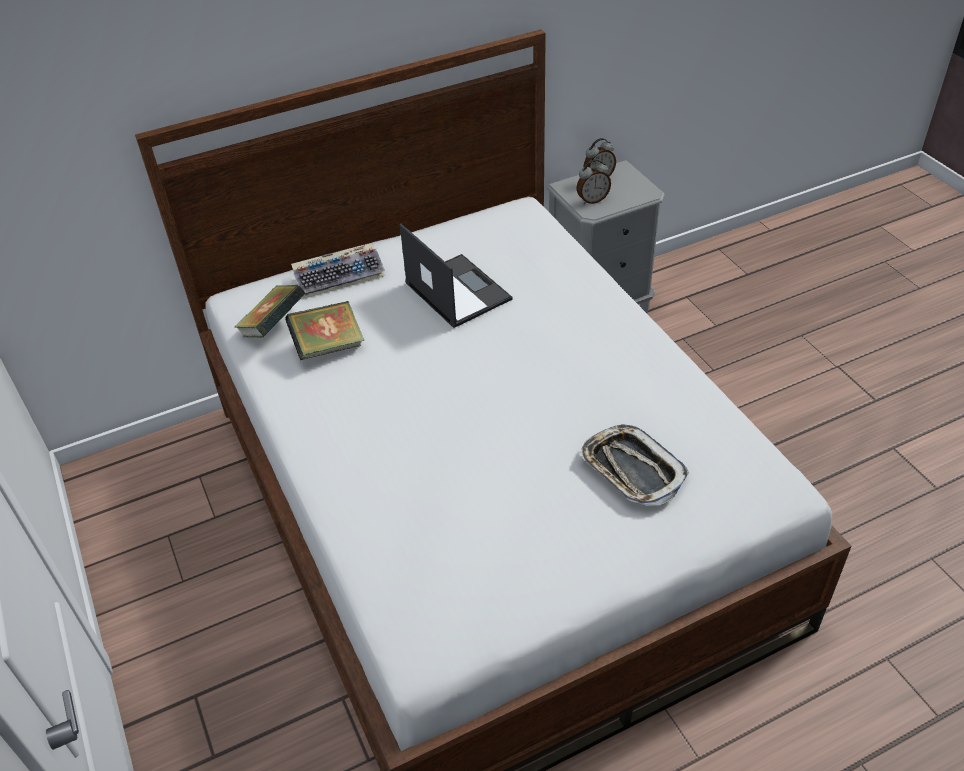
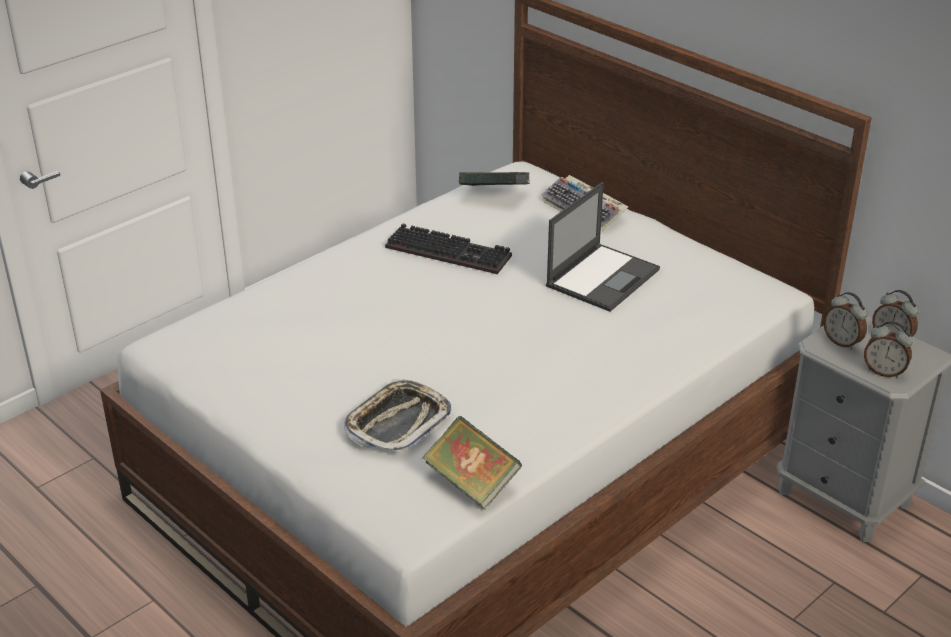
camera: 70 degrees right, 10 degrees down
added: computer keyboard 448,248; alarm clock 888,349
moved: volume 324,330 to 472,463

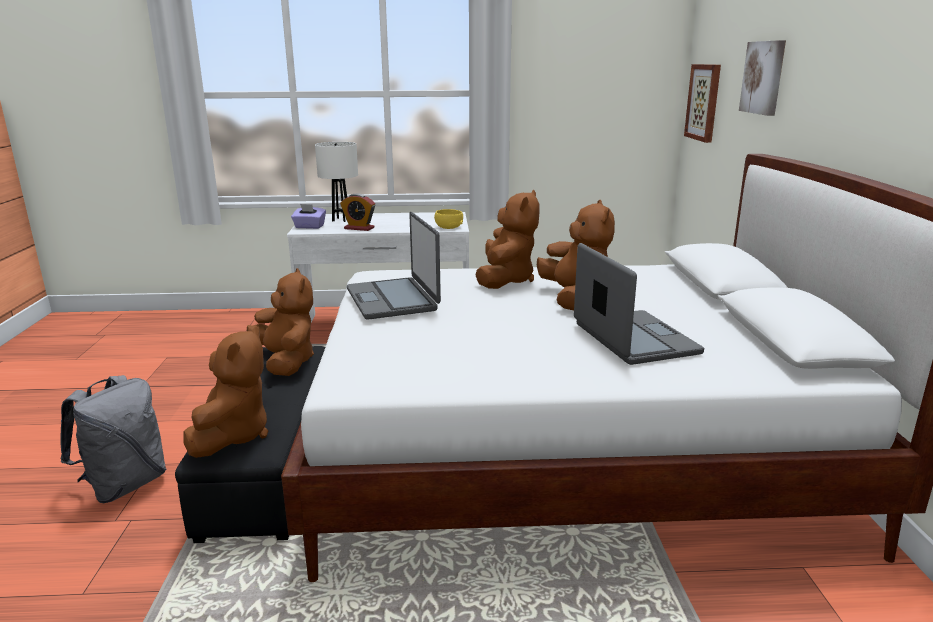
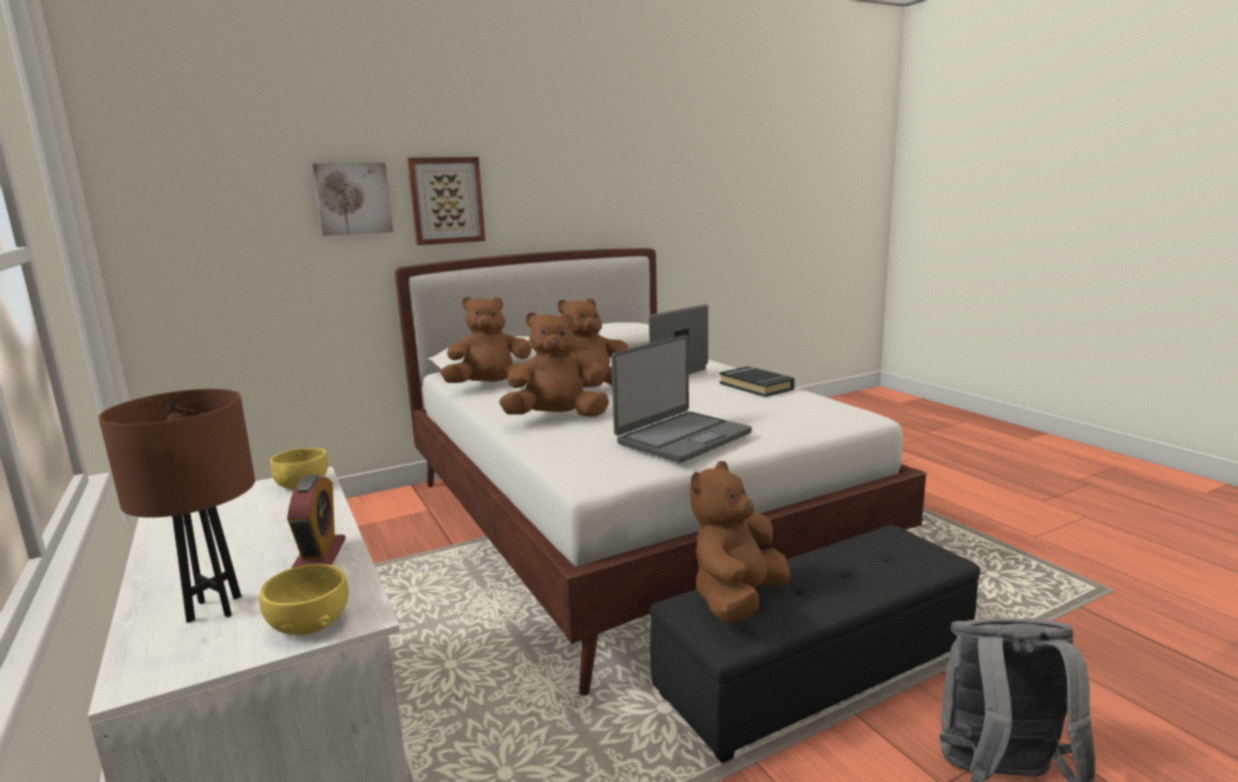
camera: 115 degrees left, 5 degrees down
added: volume/blackish 757,381
moved: soft toy/brown-coloured 225,392 to 486,340; wall art 702,103 to 446,201
replaced: box of tissues/purple-coloured 308,216 to bowl/yellow-coloured 304,599
recoloured: lamp for a table/white 336,182 to lamp for a table/brown-coloured 176,506

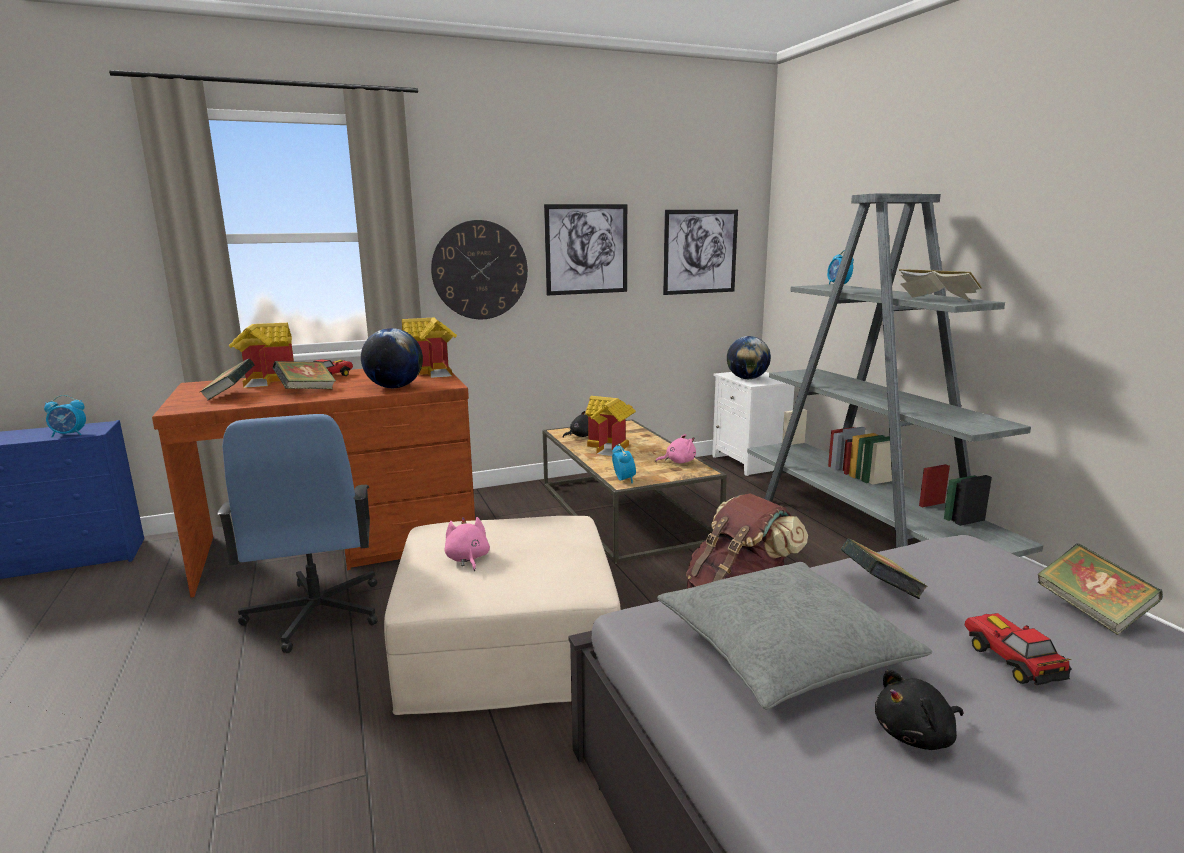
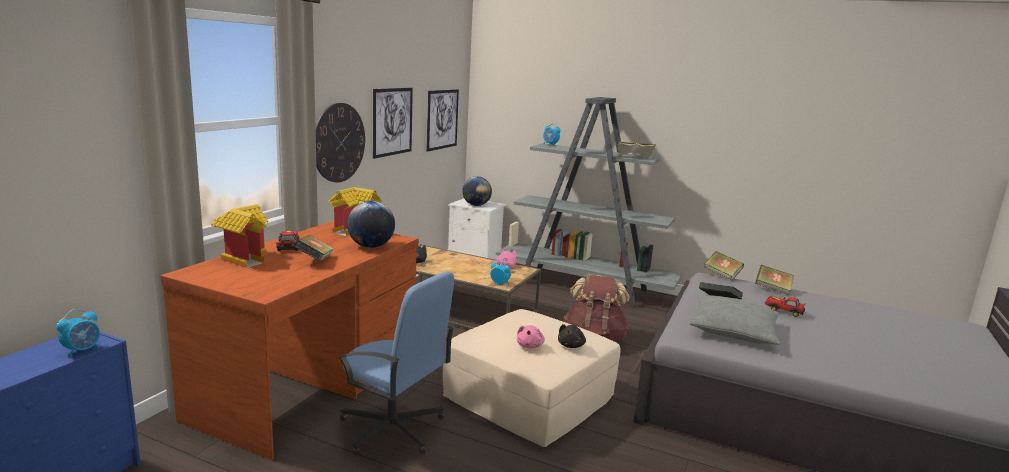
camera: 45 degrees left, 0 degrees up
removed: model house 610,426
moved: volume 227,380 to 724,266; soft toy/blackish 919,710 to 572,336
turned: soft toy/pinkish 467,544 = 531,336 105 degrees counterclockwise

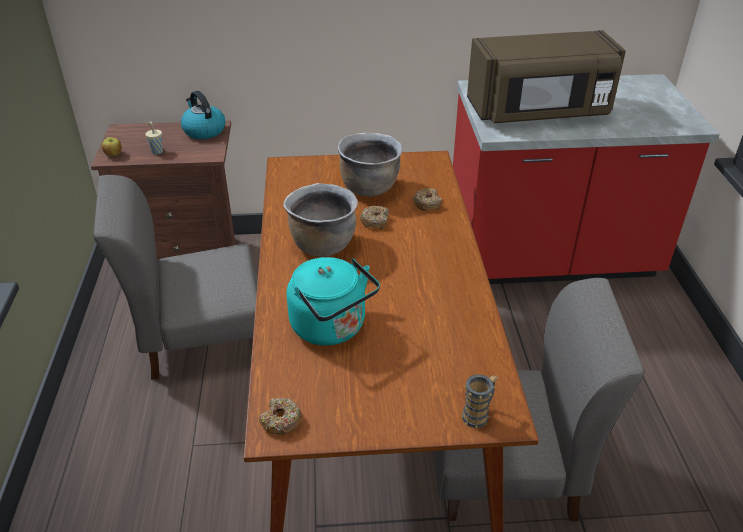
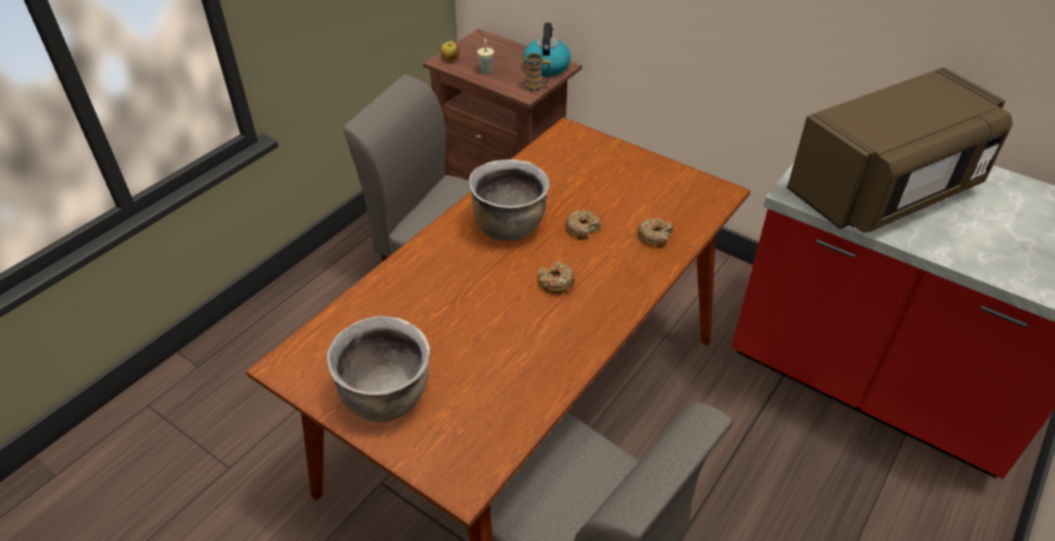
camera: 40 degrees right, 5 degrees up
removed: tea kettle/turquoise 333,301
moved: doughnut 280,416 to 556,278; cooking pot/brown-coloured 370,165 to 378,369; tea mug 479,401 to 537,72
turned: microwave oven/brown-coloured 546,76 = 900,150 60 degrees counterclockwise

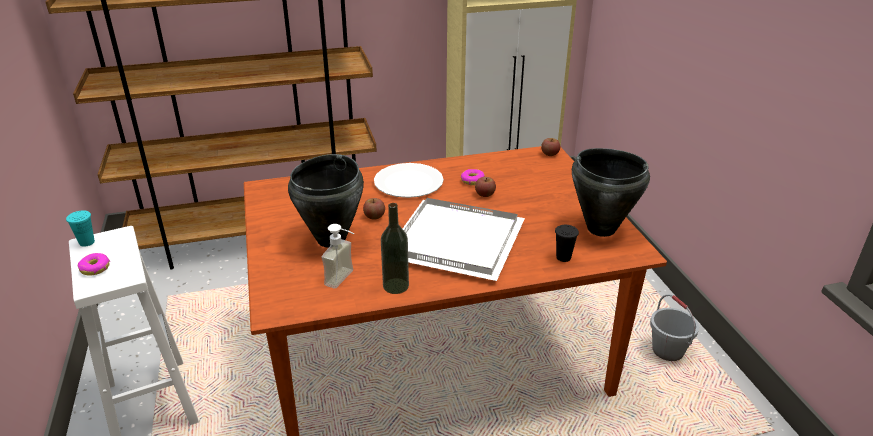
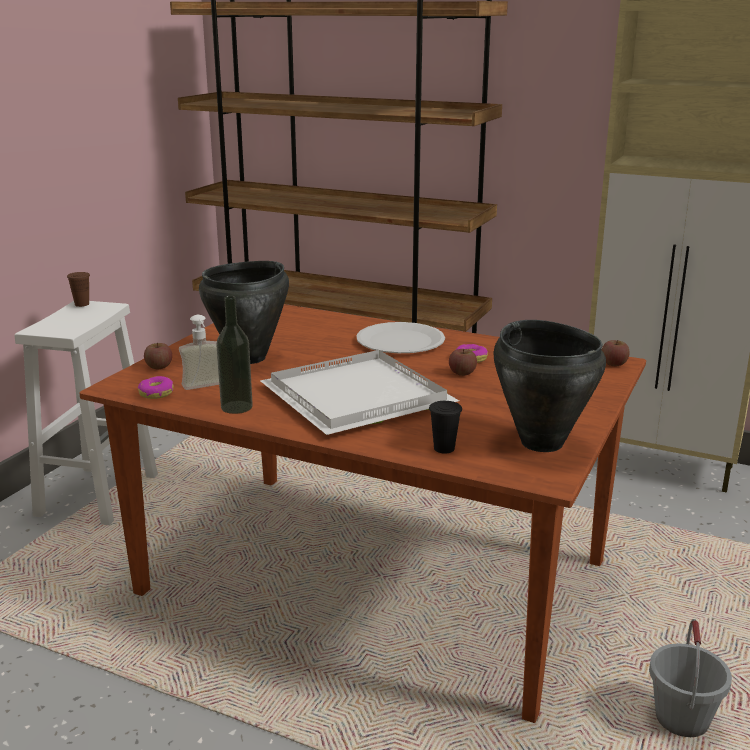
camera: 40 degrees right, 10 degrees down
moved: doughnut 94,264 to 155,387; apple fruit 374,209 to 158,356
recoloured: drinking cup/turquoise 80,228 to drinking cup/brown-coloured 78,289

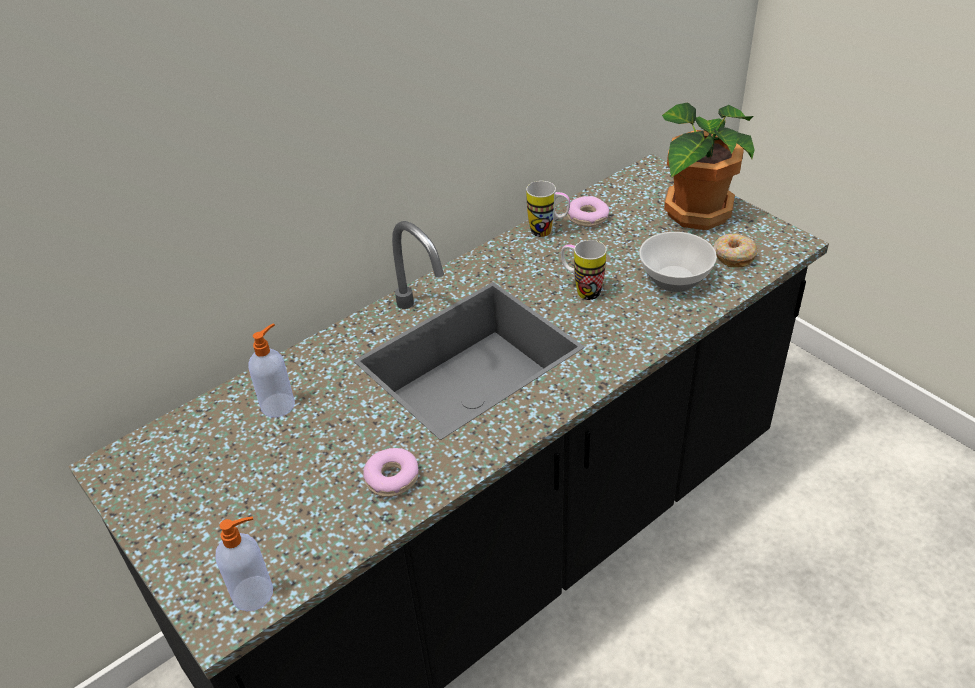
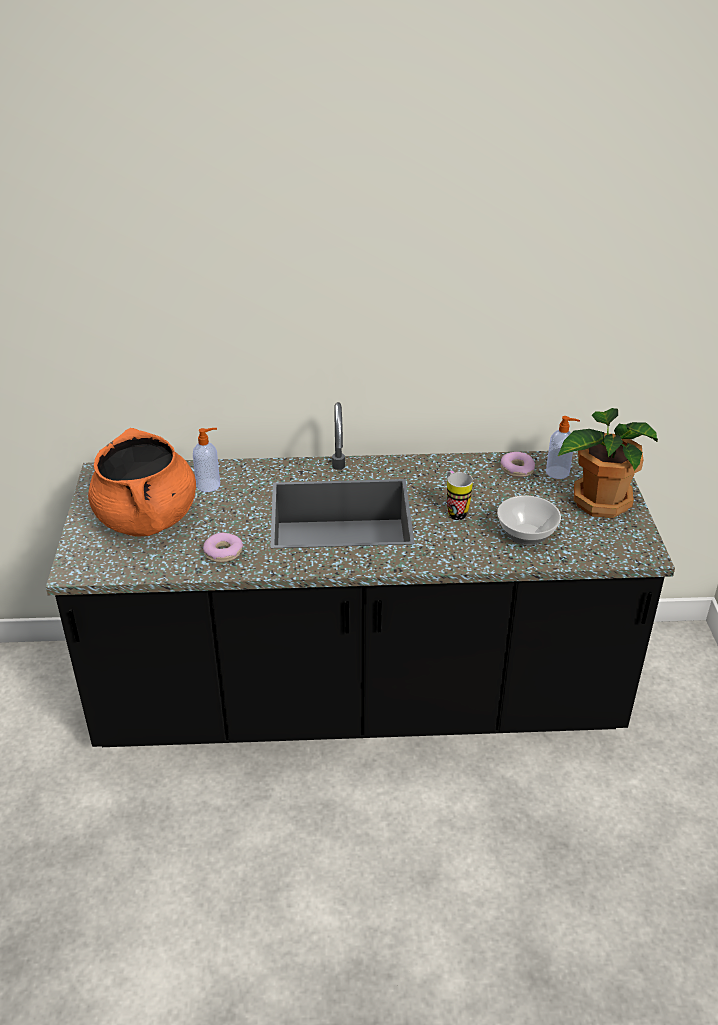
camera: 35 degrees right, 5 degrees down
removed: tea mug 548,209; doughnut 735,251
added: cooking pot/orangey 142,482
moved: soap bottle 244,564 to 563,447

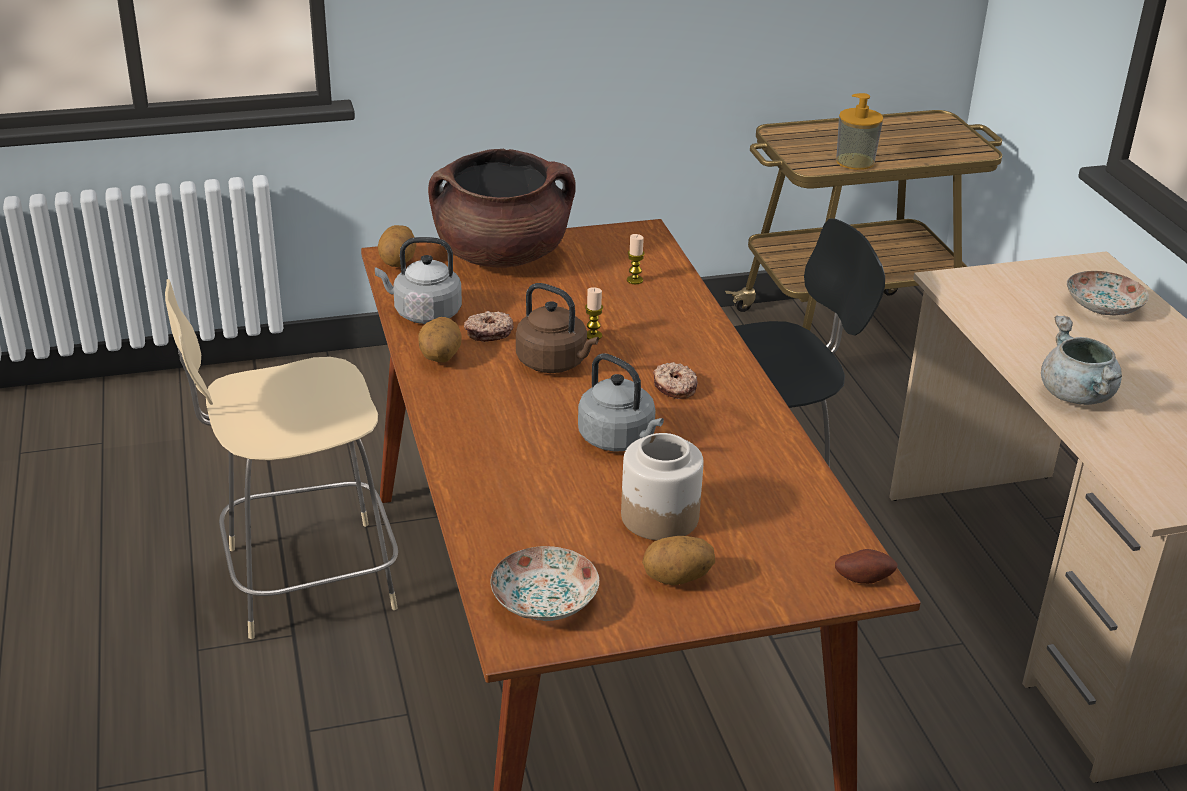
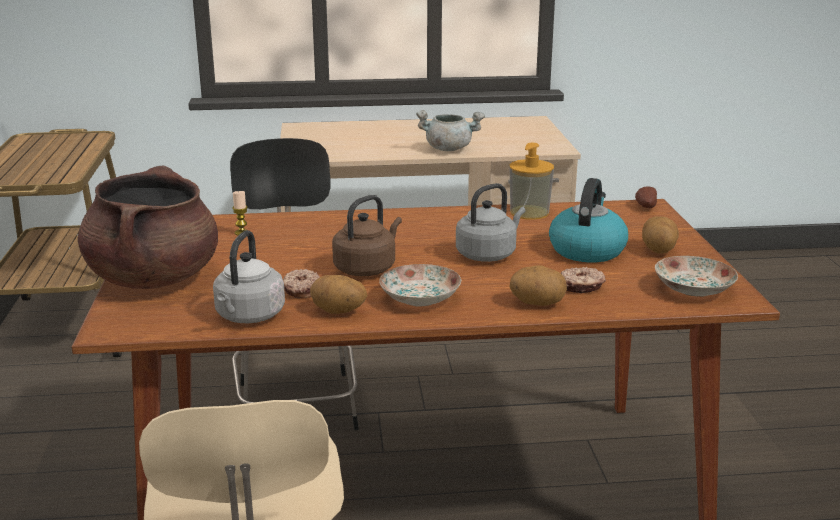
camera: 80 degrees left, 10 degrees down
removed: wax candle 594,313
moved: whole potato 397,246 to 538,285; doughnut 675,380 to 583,280; soap bottle 859,131 to 531,181; dinner plate 1108,293 to 420,285
replaced: storage jar 662,486 to tea kettle 588,220

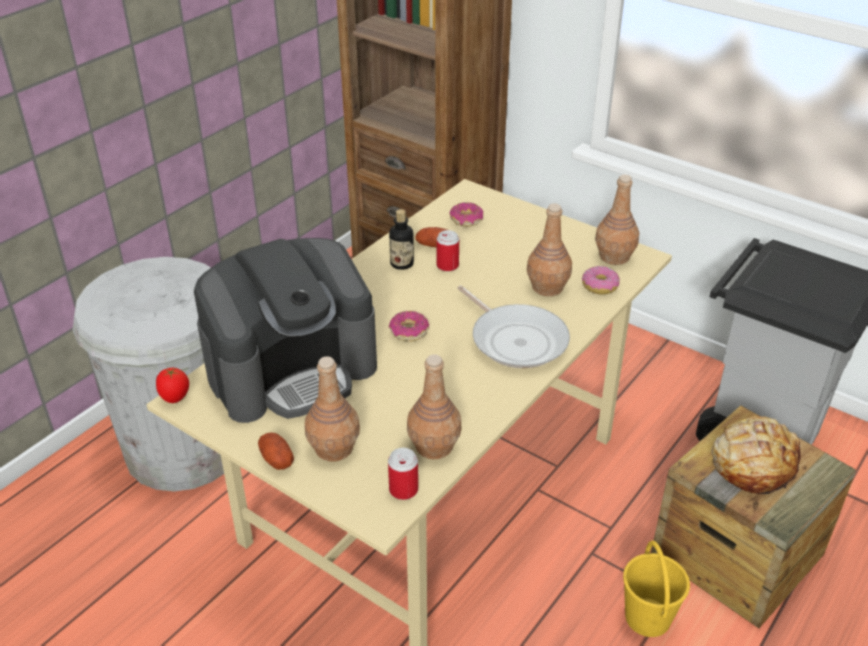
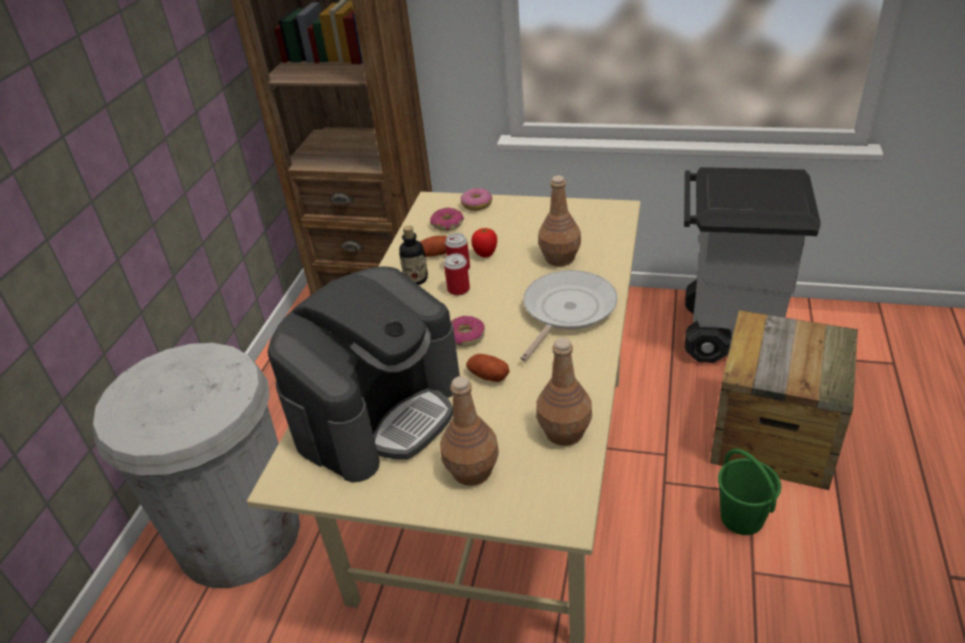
camera: 20 degrees left, 0 degrees up
removed: beverage bottle/brown-coloured 617,220; bakery bread 756,455
moved: whole tomato 172,385 to 484,242; whole potato 276,451 to 488,368; can 403,474 to 457,274; doughnut 601,280 to 476,199
recoloured: pail/yellow-coloured 656,588 to pail/greenish 749,492
turned: pan 513,326 = 569,315 90 degrees counterclockwise

